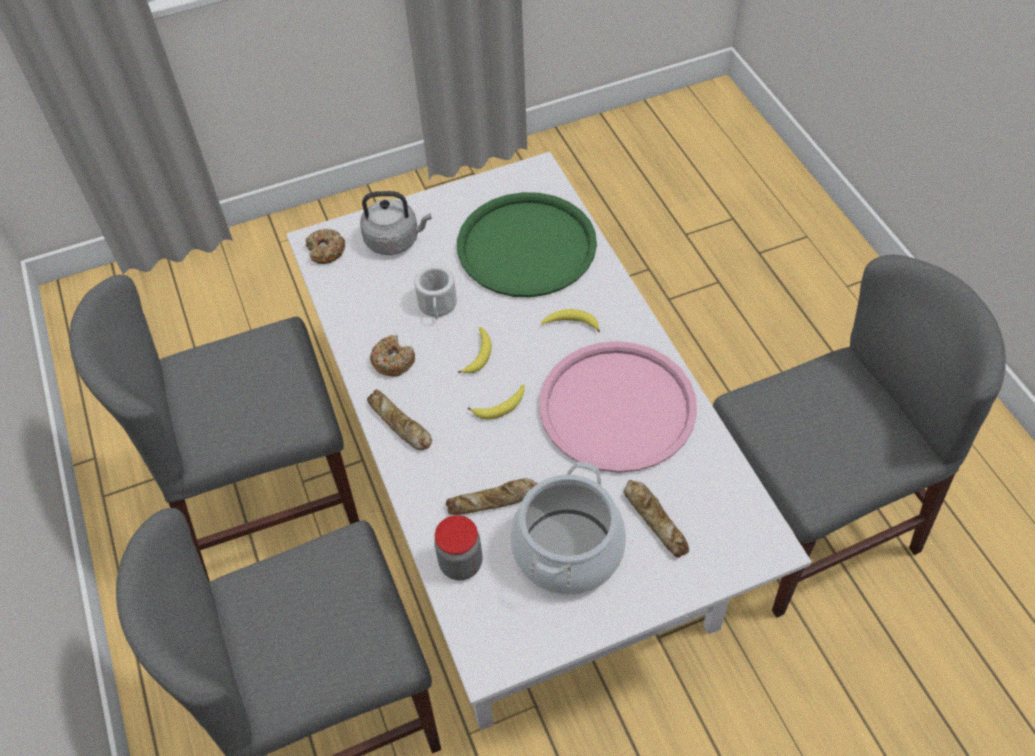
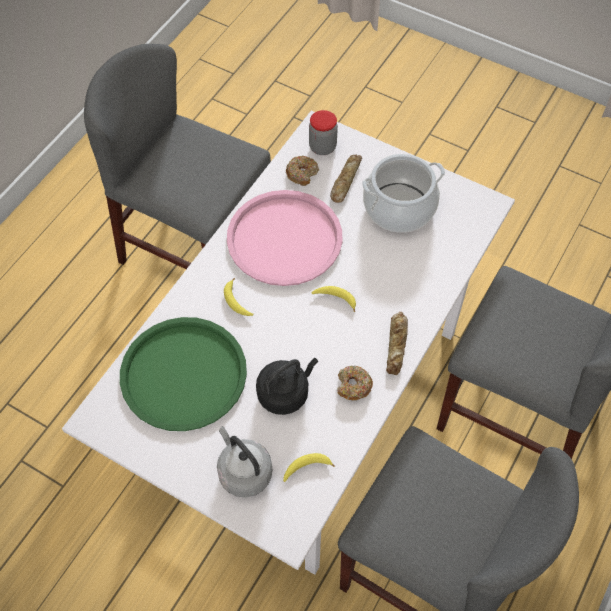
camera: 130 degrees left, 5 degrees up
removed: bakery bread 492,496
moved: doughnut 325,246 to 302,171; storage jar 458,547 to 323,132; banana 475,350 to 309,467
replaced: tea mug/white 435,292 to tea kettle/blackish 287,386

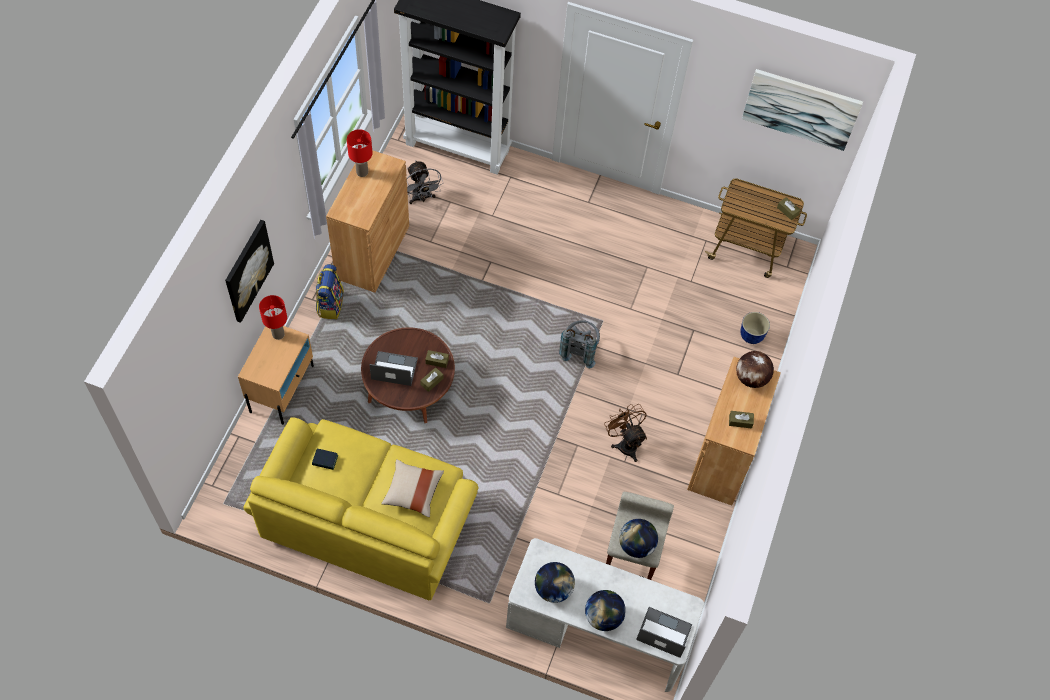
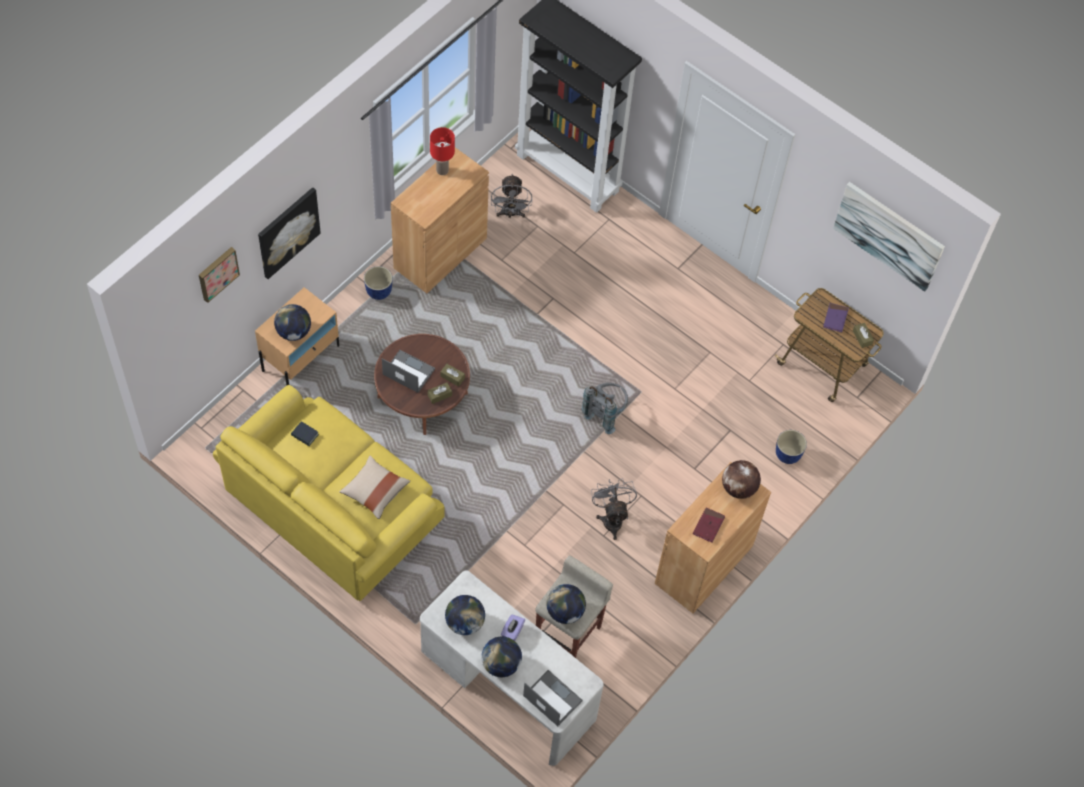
camera: 20 degrees right, 0 degrees up
removed: lamp for a table/red 273,317
added: wall art 219,275; globe 292,322; box of tissues/purple-coloured 513,627; volume/purple-coloured 836,317
replaced: knapsack 330,291 to plant pot 378,283; box of tissues/brown-coloured 741,420 to volume/red 709,525
recoloured: electric fan/brown-coloured 625,433 to electric fan/gray 614,509

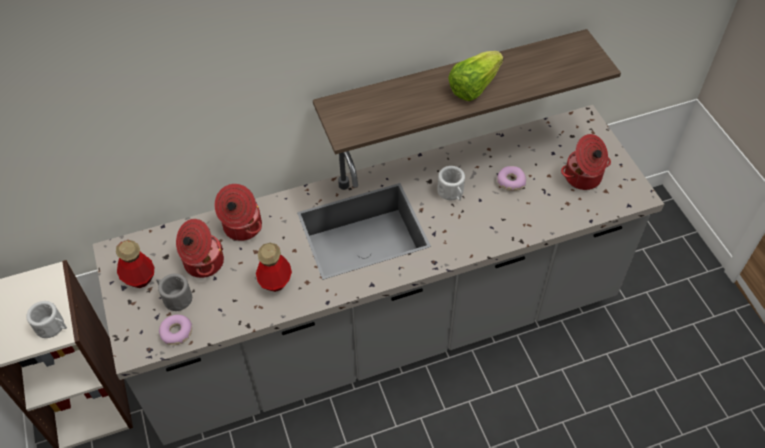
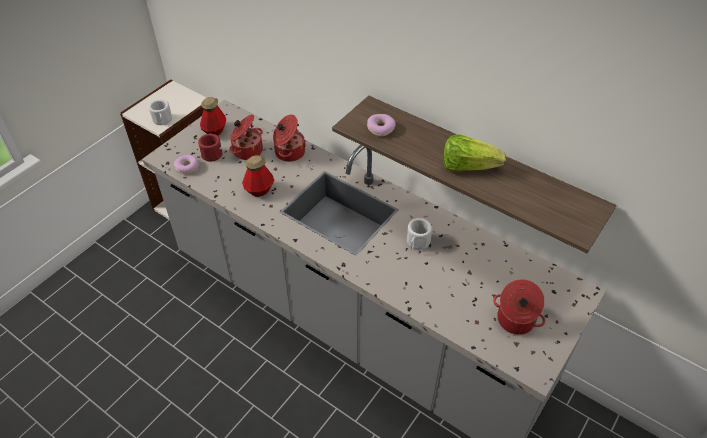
camera: 55 degrees right, 5 degrees down
moved: doughnut 511,178 to 381,125
recoloured: tea mug/gray 174,292 to tea mug/red 210,147

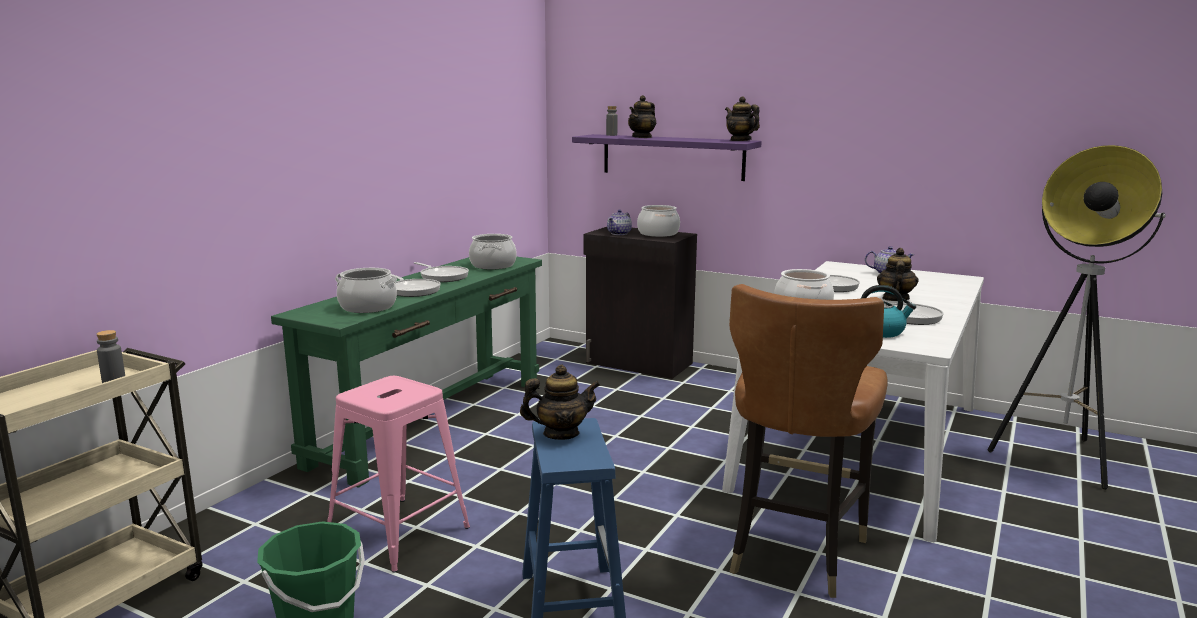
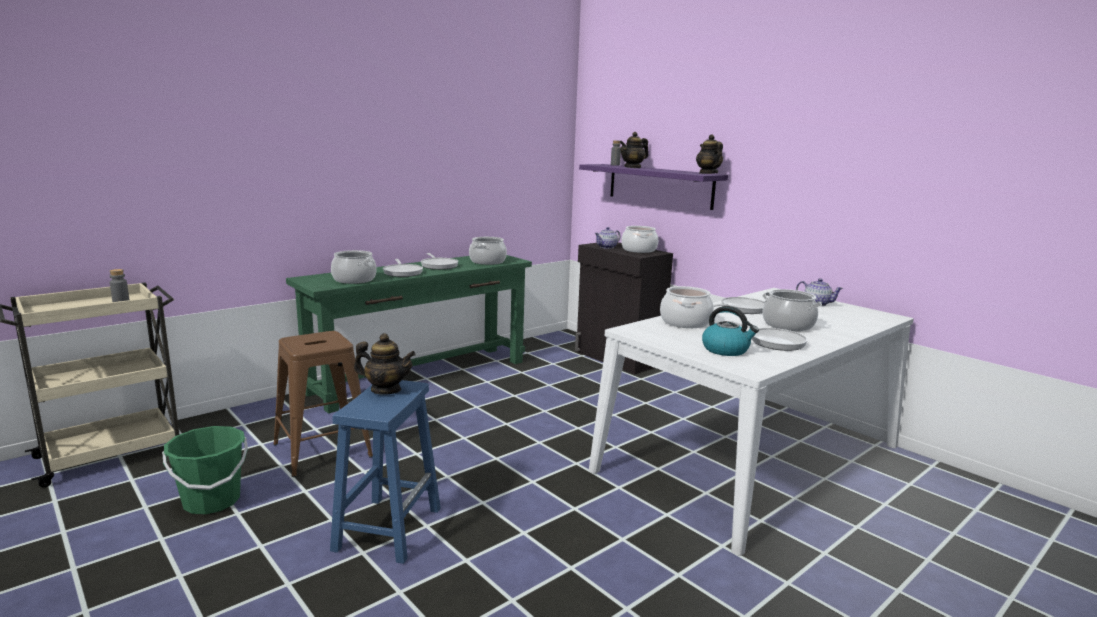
camera: 20 degrees right, 0 degrees up
removed: chair/brown-coloured 808,441; floor lamp 1077,317
replaced: teapot 898,274 to cooking pot 792,310
recoloured: sitting stool/pinkish 398,474 to sitting stool/brown-coloured 323,404

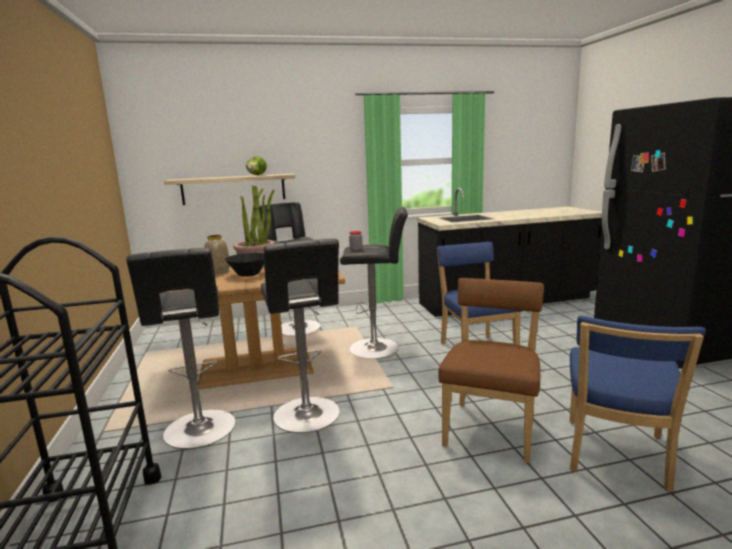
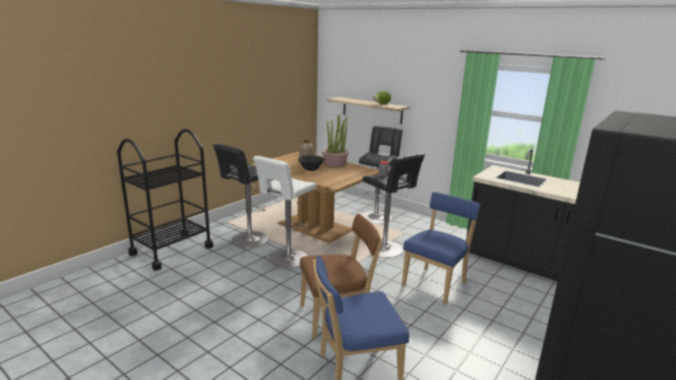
camera: 50 degrees right, 5 degrees up
recoloured: sitting stool/blackish 300,336 to sitting stool/white 285,212

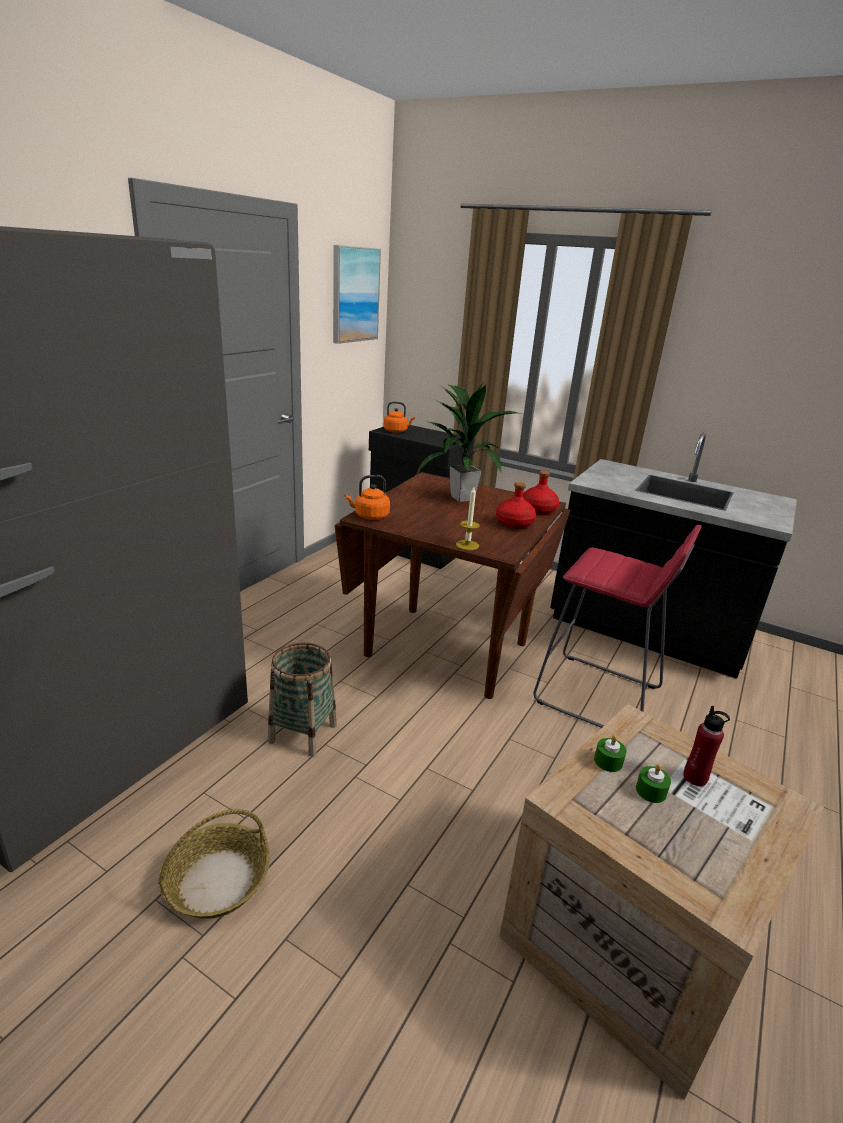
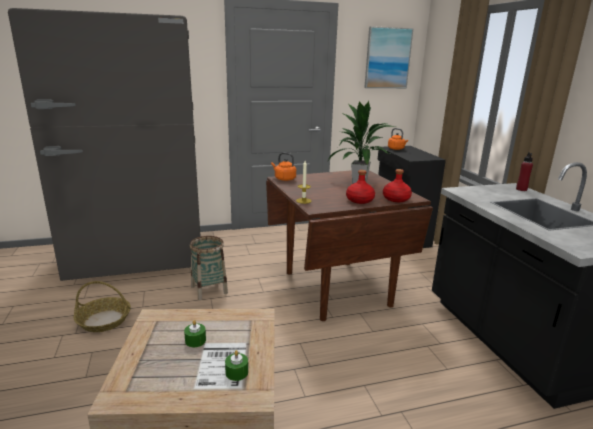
camera: 45 degrees right, 5 degrees down
removed: sitting stool/red 617,626
moved: wax candle/greenish 610,753 to 236,365; beverage bottle/red 706,746 to 524,171

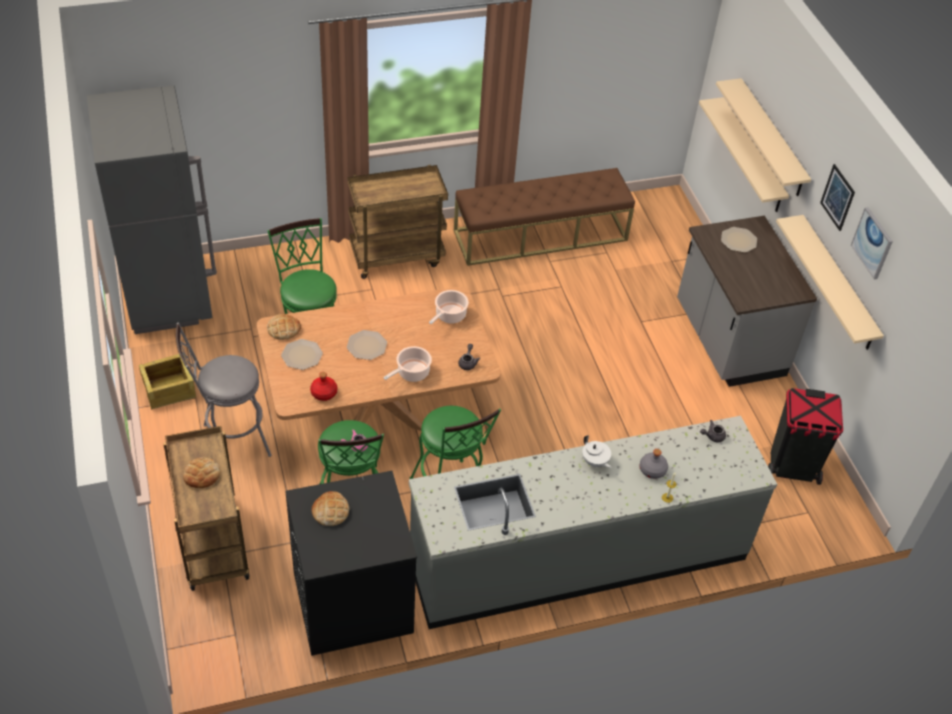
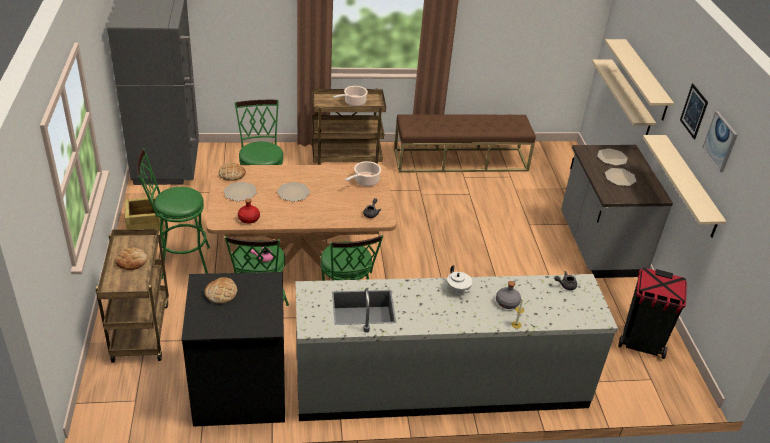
camera: 10 degrees right, 10 degrees down
added: dinner plate 620,177
moved: cooking pot 407,364 to 350,96
recoloured: sitting stool/gray 224,389 to sitting stool/greenish 173,214

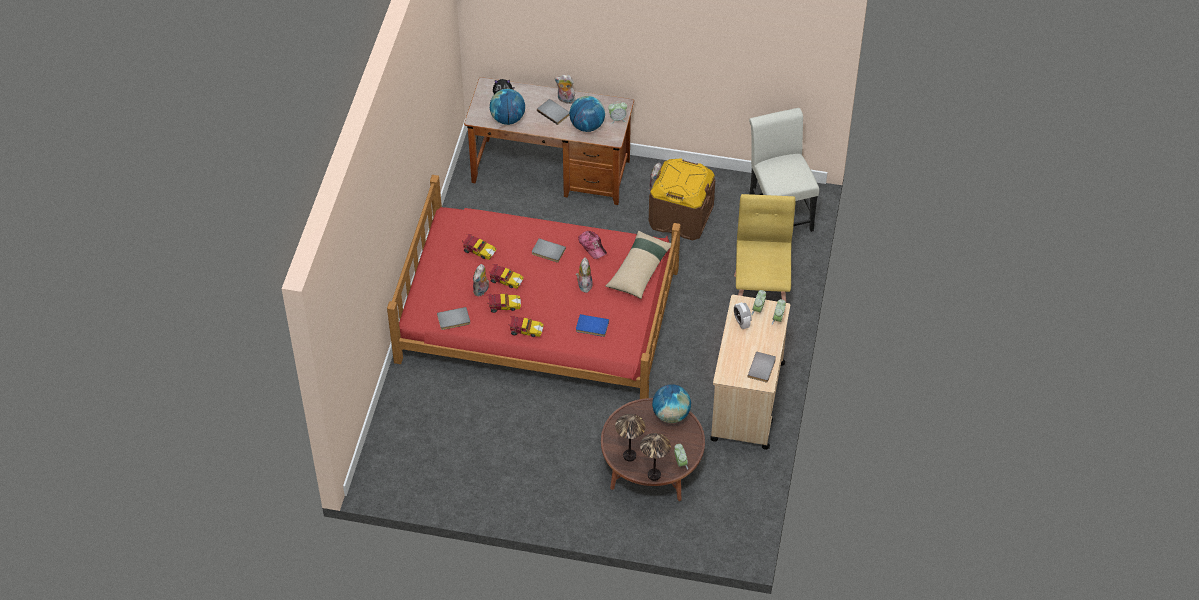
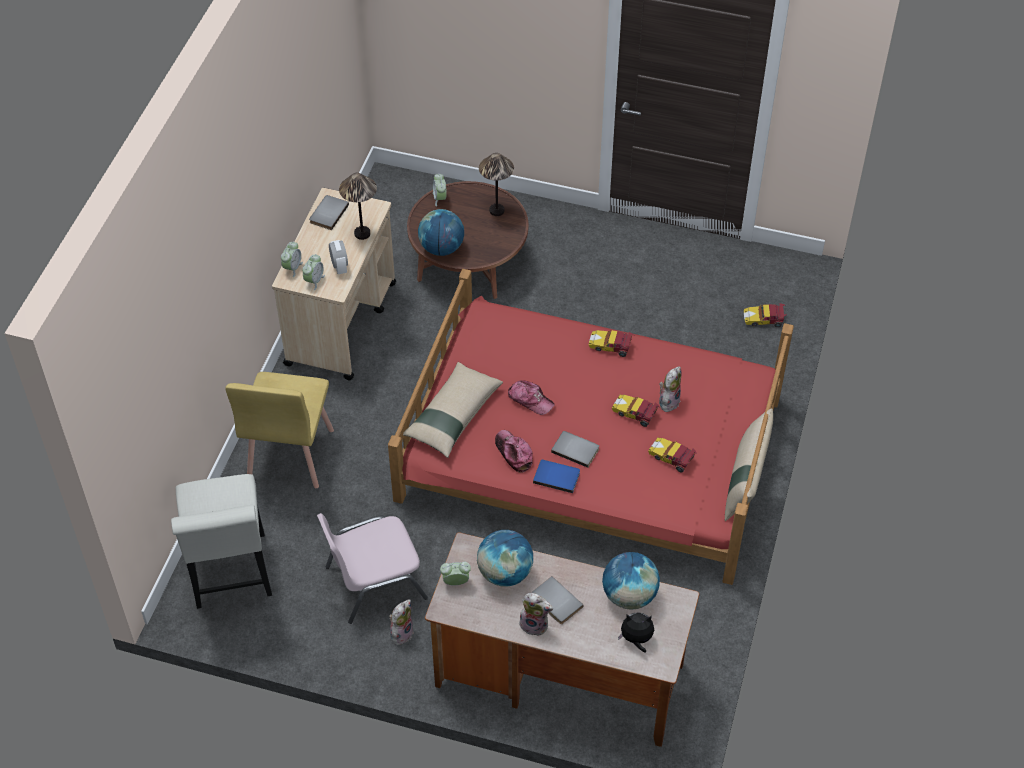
camera: 175 degrees left, 0 degrees up
removed: volume/gray 453,318
added: cushion/beige 749,464
moved: model car 504,303 to 765,315; volume/blue-coloured 592,325 to 556,476; lamp for a table 655,457 to 358,206
replaced: soft toy 584,275 to cap 531,397; storage bin/brown-coloured 682,199 to chair/pinkish 372,568

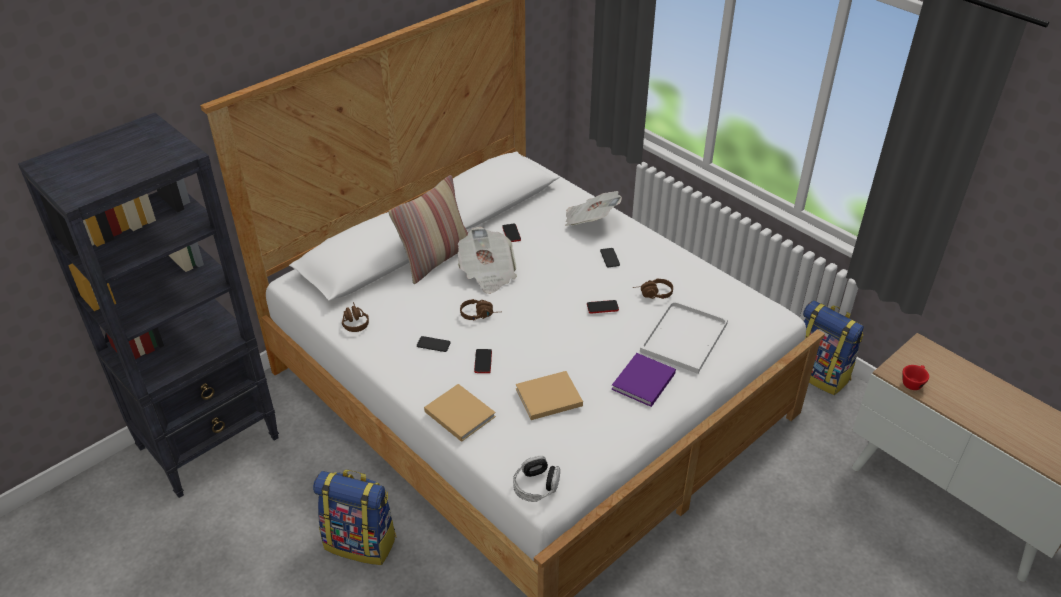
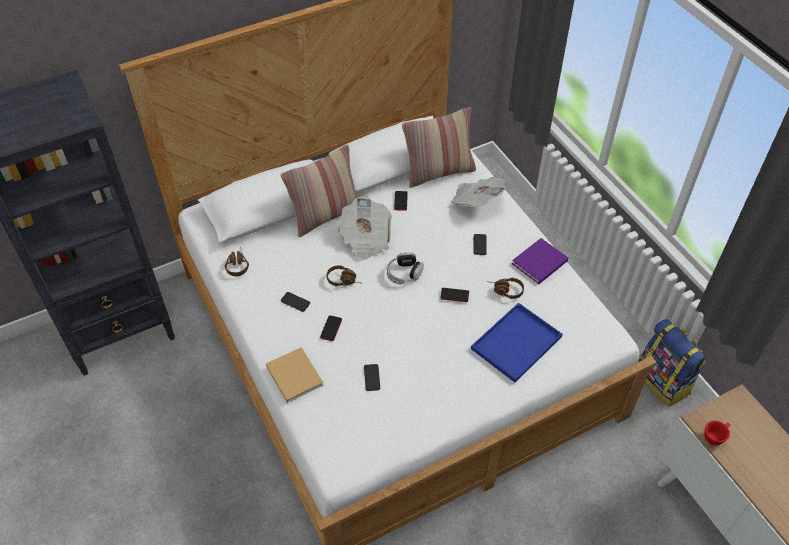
camera: 15 degrees right, 10 degrees up
removed: knapsack 354,517
added: cushion 439,147
moved: headphones 536,479 to 405,268; volume/purple-coloured 643,380 to 540,261
replaced: volume/beige 549,395 to telephone 372,377
recoloured: tray/white 684,337 to tray/blue-coloured 516,342

